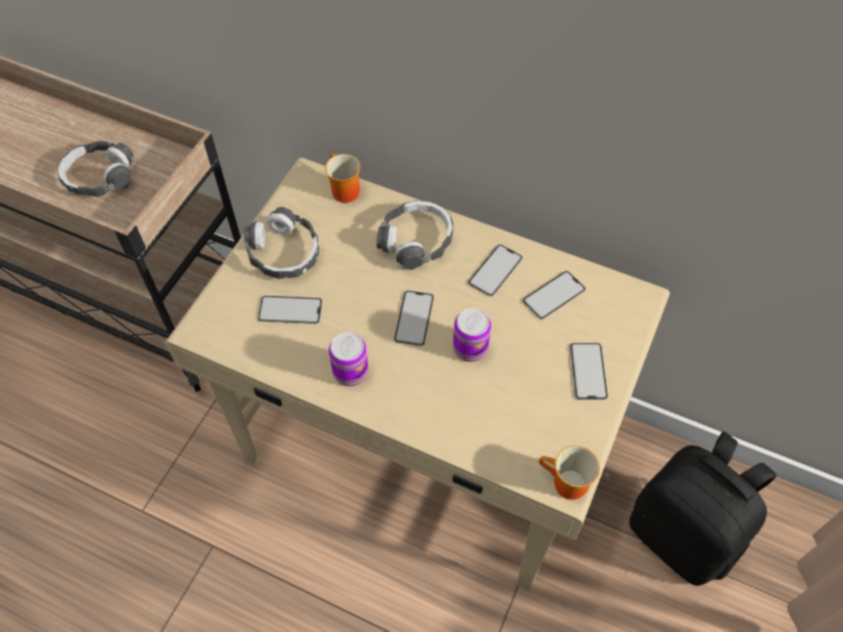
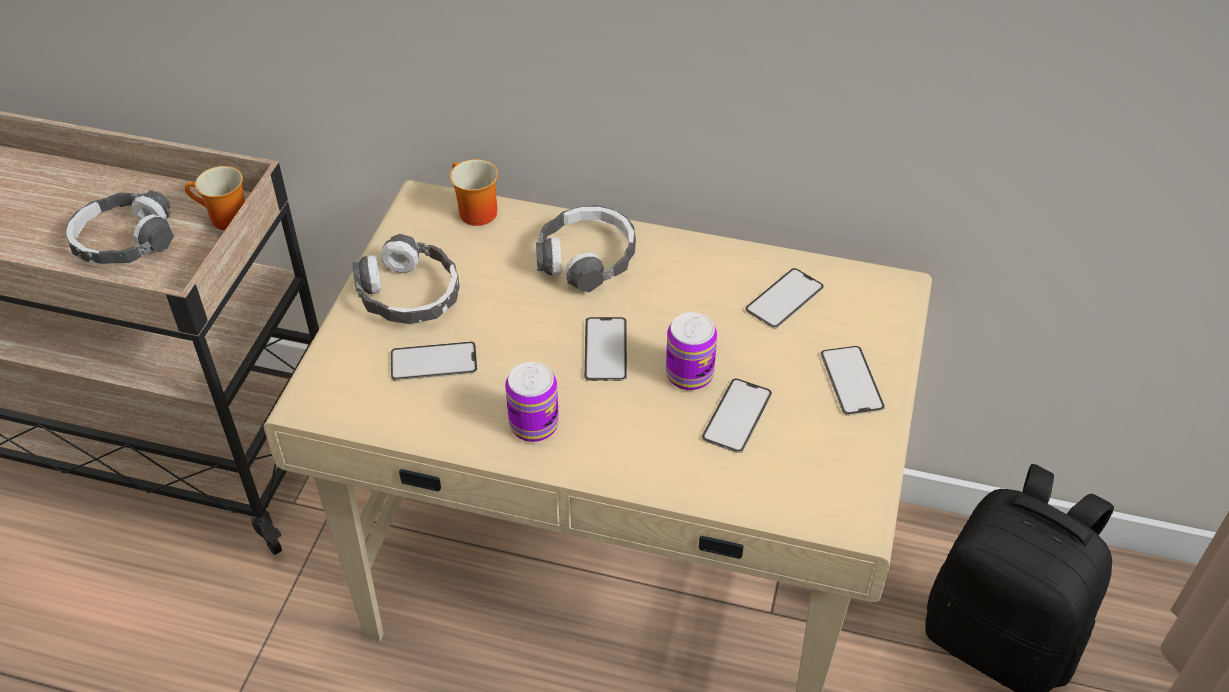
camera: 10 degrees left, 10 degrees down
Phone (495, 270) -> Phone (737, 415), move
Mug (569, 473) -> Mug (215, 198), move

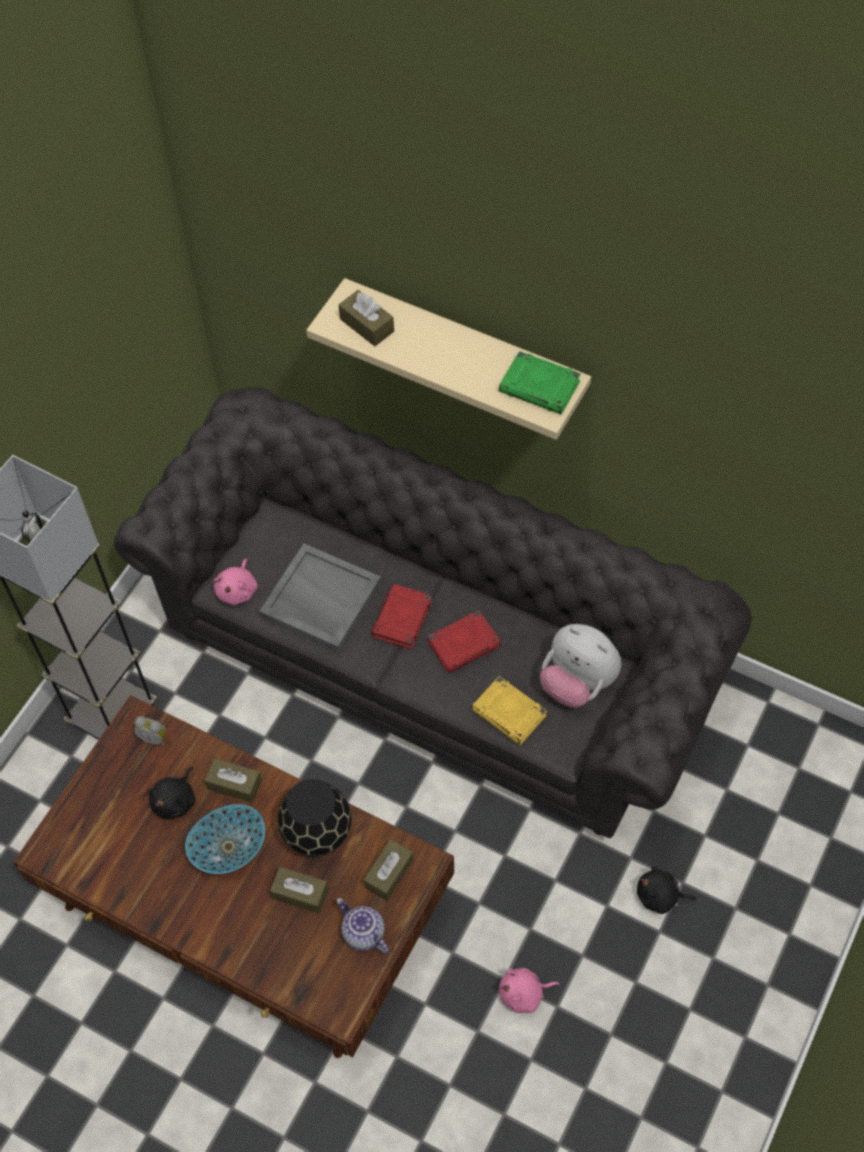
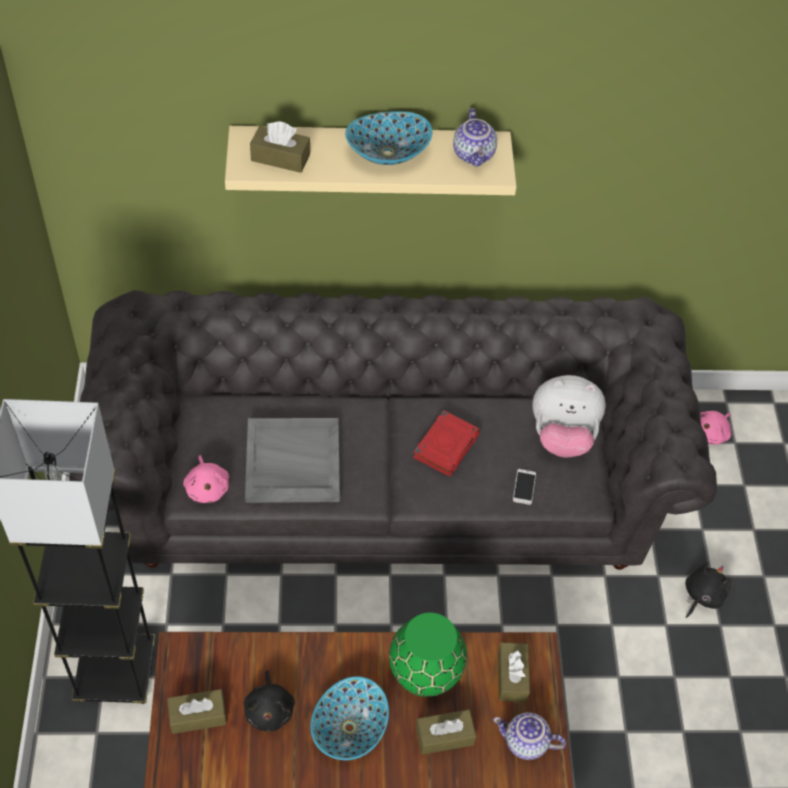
camera: 35 degrees left, 5 degrees down
AlarmClock (150, 731) -> none
BrownTissueBox (233, 780) -> BrownTissueBox (196, 711), move
BlackVase (314, 818) -> GreenVase (428, 655)
RedBook (401, 616) -> none
YellowBook (509, 710) -> Phone (524, 487)
GreenBook (540, 382) -> Teapot (475, 137)
PinkPlushToy (529, 990) -> PinkPlushToy (715, 428), move
BlackPlushToy (666, 890) -> BlackPlushToy (708, 590), 150 degrees clockwise
none -> Bowl (388, 138)

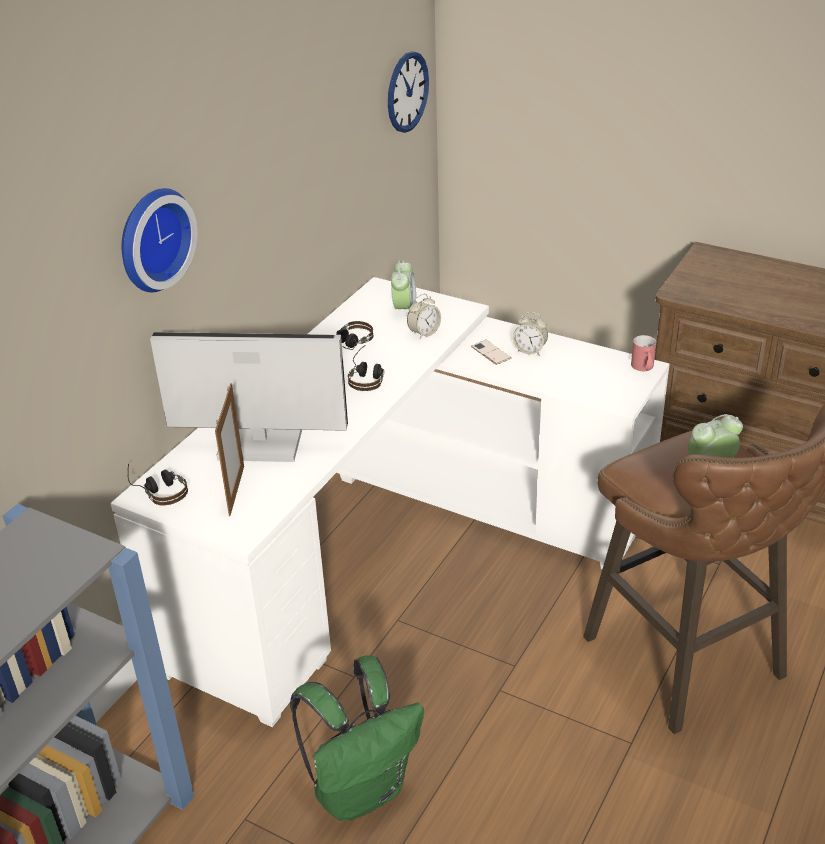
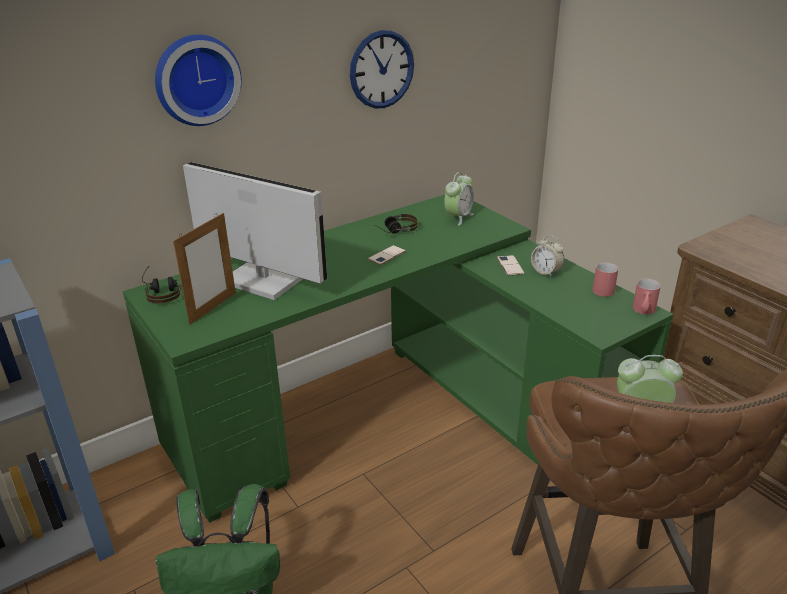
camera: 25 degrees right, 5 degrees down
WhiteDesk (390, 502) -> GreenDesk (398, 359)
Headphones (366, 368) -> Phone (387, 255)
WallClock (408, 92) -> WallClock (382, 69), move
AlarmClock (424, 316) -> none
none -> RedMug (605, 279)

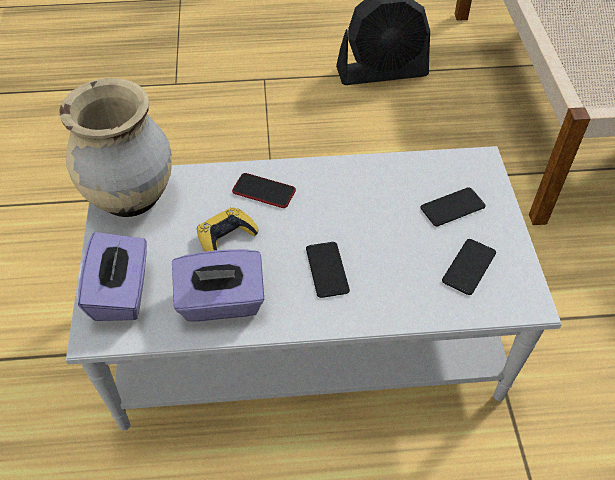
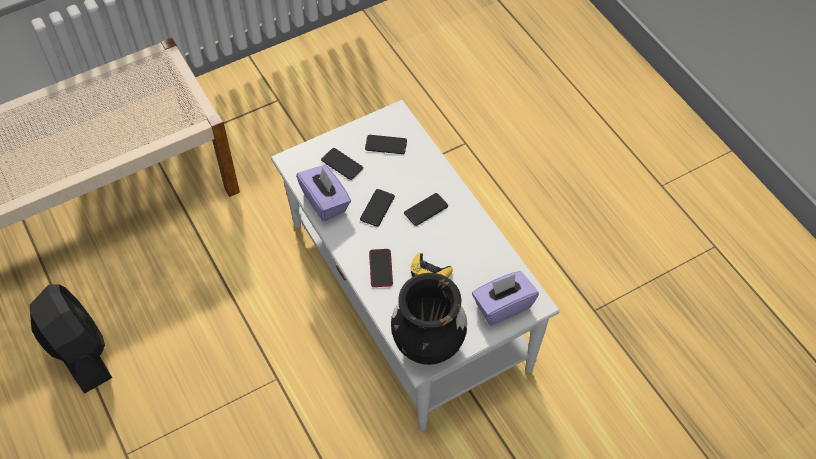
camera: 115 degrees left, 5 degrees up
BeigeVase (116, 147) -> BlackVase (429, 319)
PurpleTissueBox (218, 285) -> PurpleTissueBox (323, 193), move
none -> Phone (377, 208)

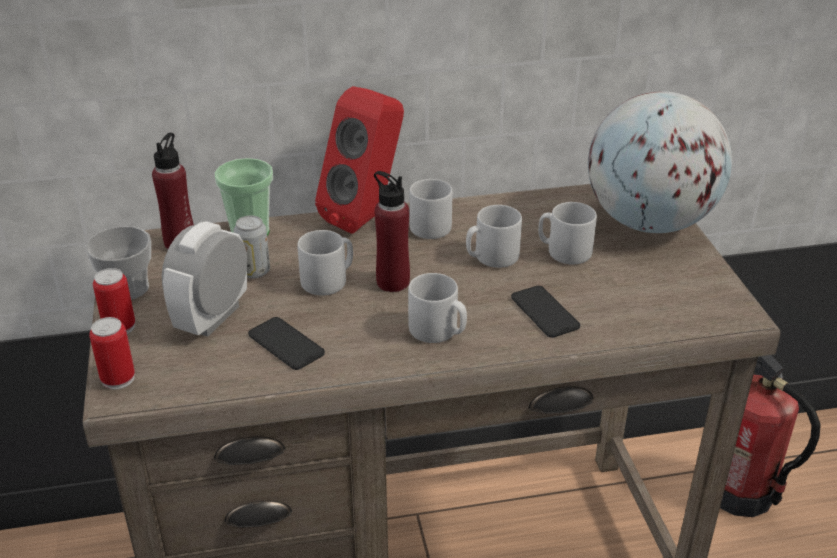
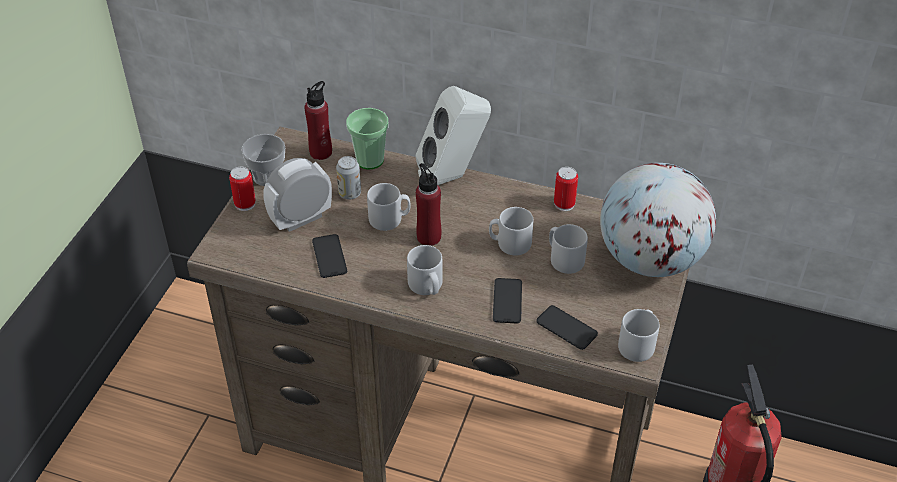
camera: 30 degrees right, 10 degrees up
Can (112, 353) -> Can (566, 189), move
RedSpeaker (359, 160) -> WhiteSpeaker (453, 135)
GreyMug (431, 209) -> GreyMug (639, 335), move
none -> Phone (567, 327)

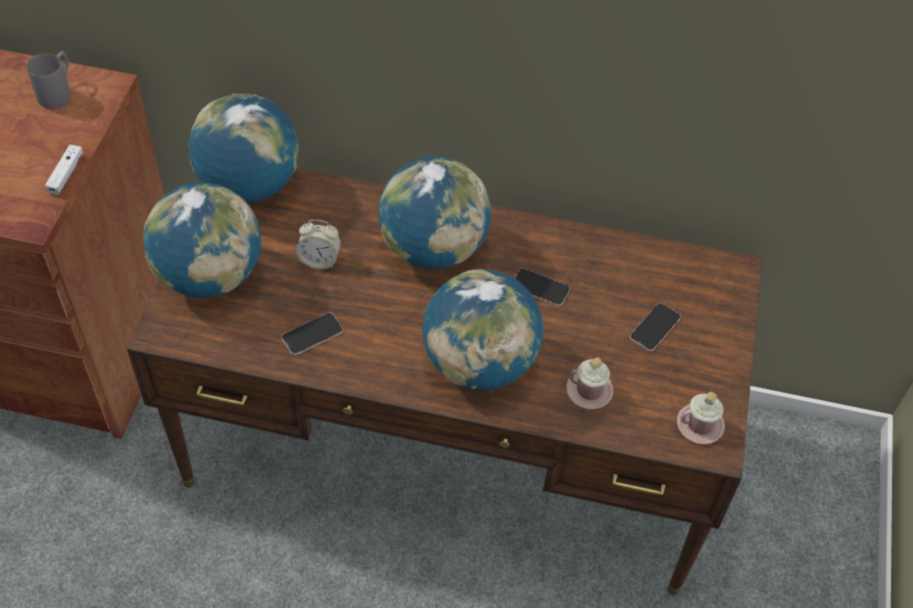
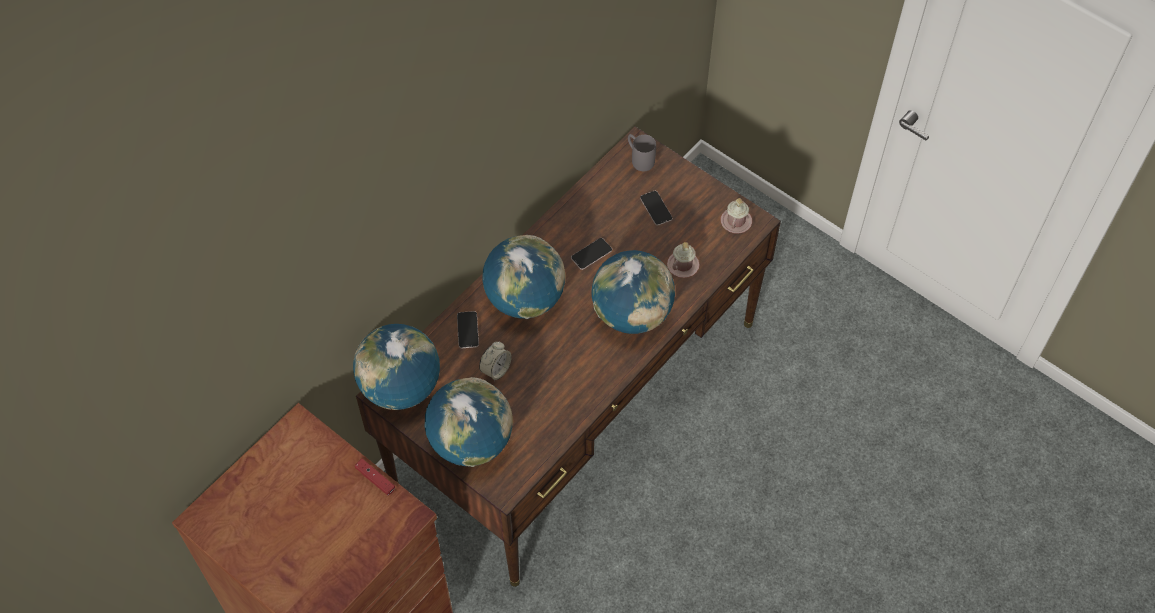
camera: 60 degrees left, 5 degrees up
GreyMug (49, 80) -> GreyMug (642, 152), move
WhiteGameController (64, 170) -> RedGameController (375, 477)
Phone (312, 334) -> Phone (468, 329), move

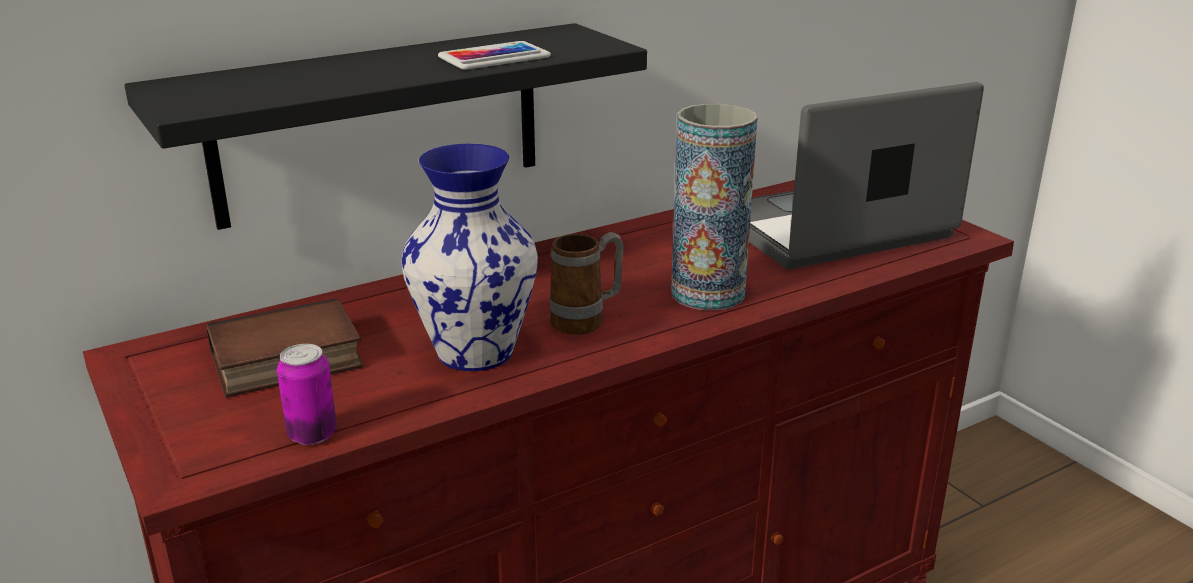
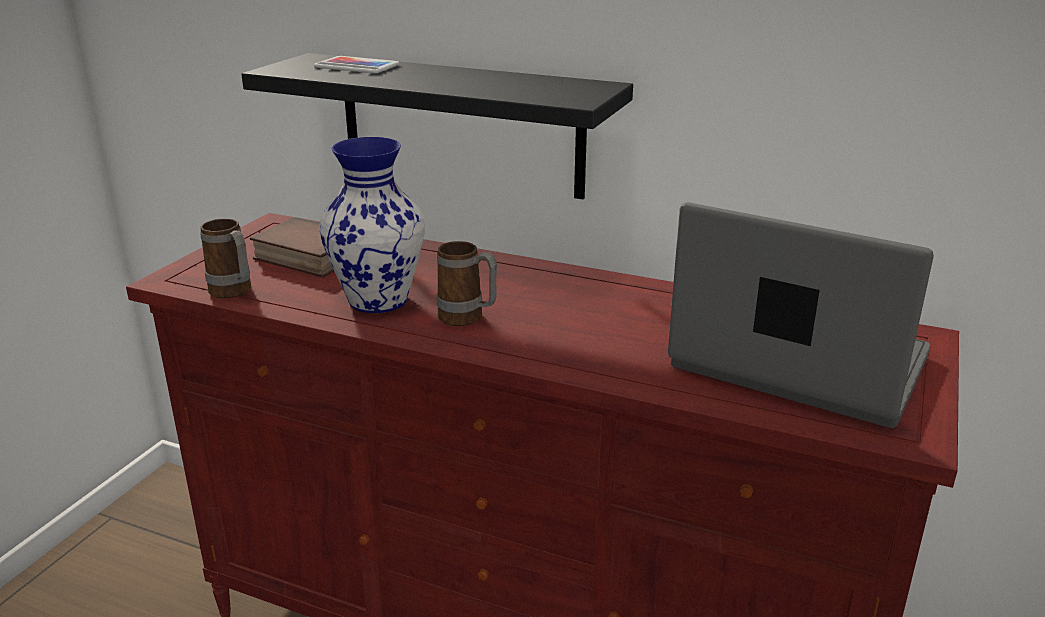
camera: 55 degrees right, 0 degrees up
Can (307, 394) -> Mug (225, 258)
Phone (494, 55) -> Phone (357, 64), move
Vase (714, 207) -> none

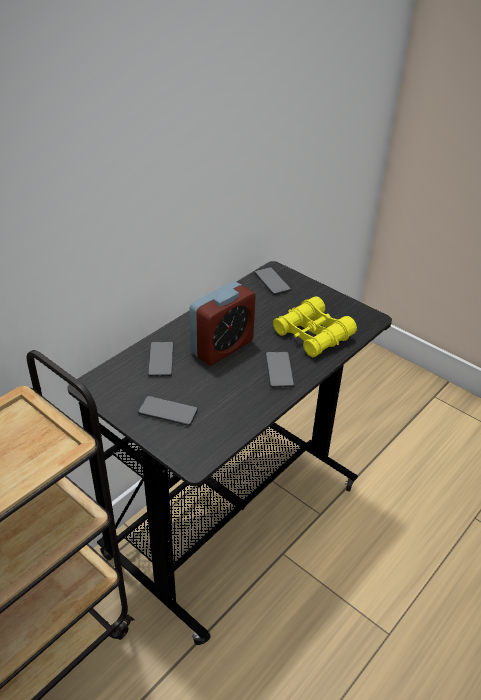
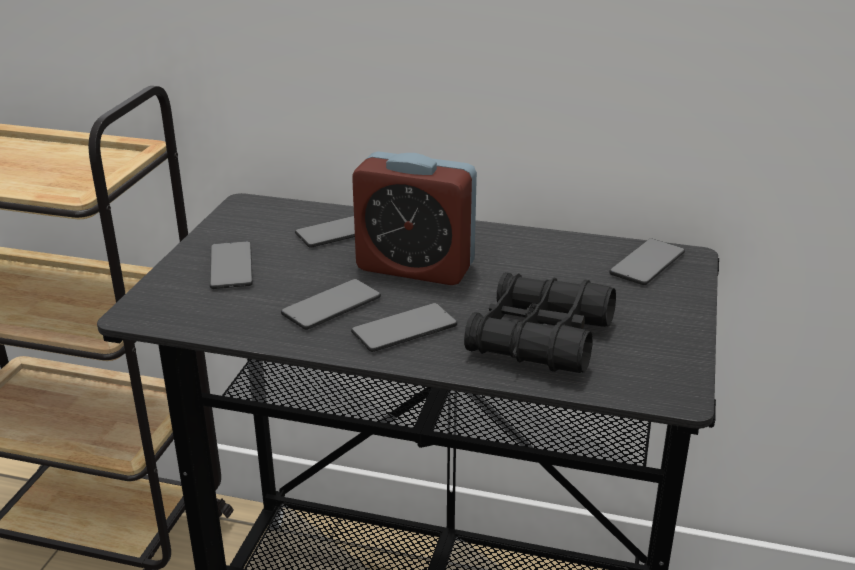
camera: 65 degrees right, 10 degrees down
YellowBinoculars (315, 326) -> BlackBinoculars (540, 322)
none -> Phone (331, 304)

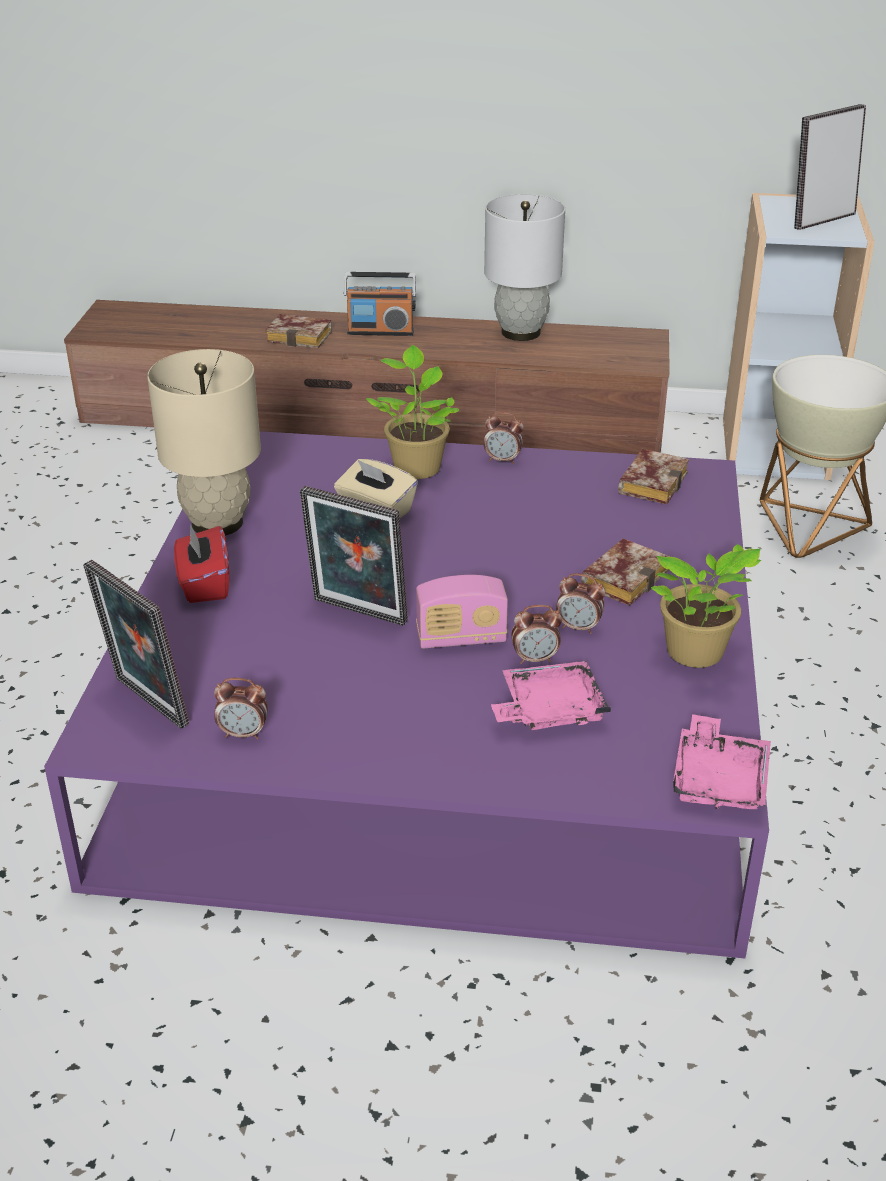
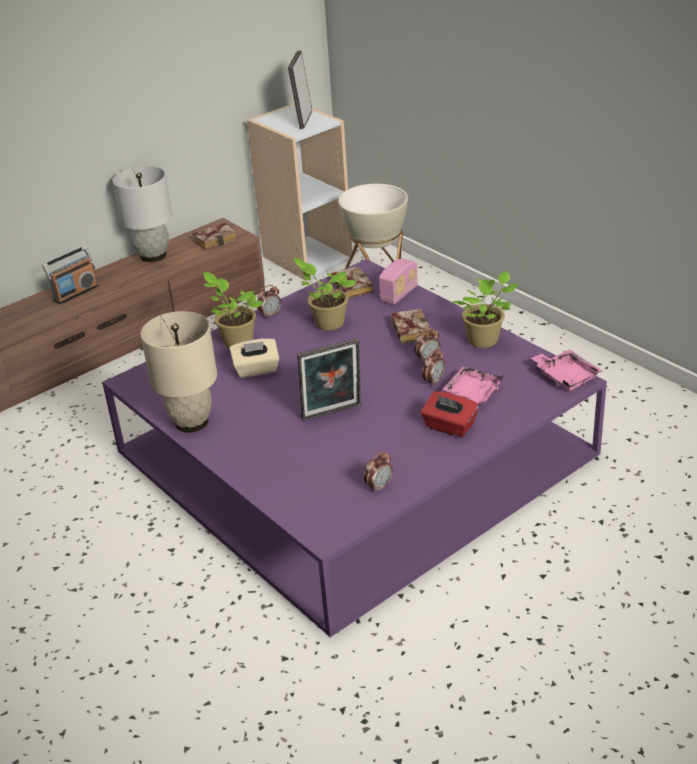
camera: 45 degrees left, 0 degrees up
PictureFrame (136, 644) -> none
RedTissueBox (201, 563) -> RedTissueBox (450, 414), move
Book (298, 331) -> Book (214, 236), move
Radio (462, 612) -> Radio (398, 281), move
none -> PottedPlant (325, 294)

